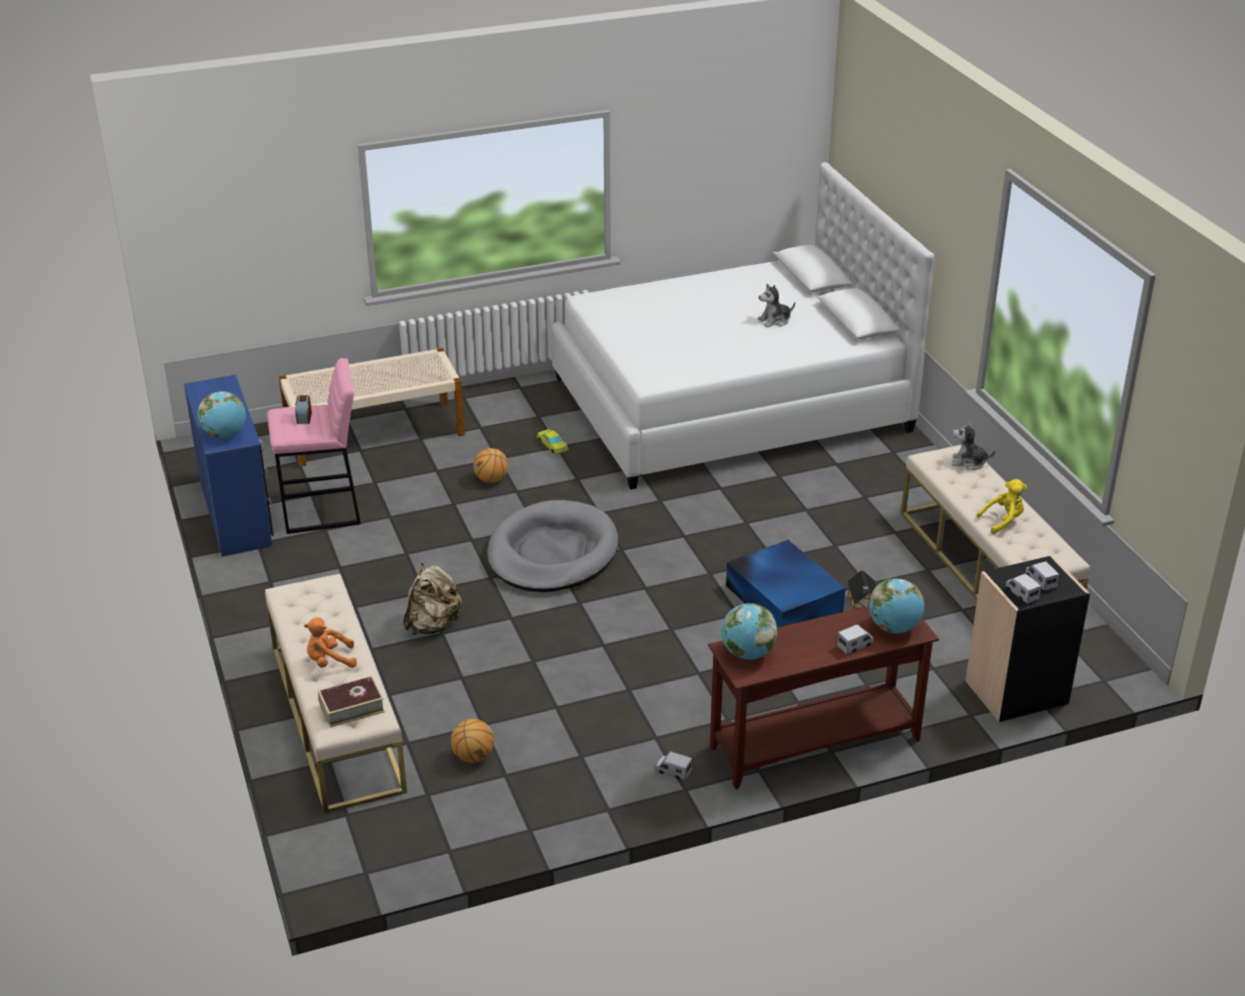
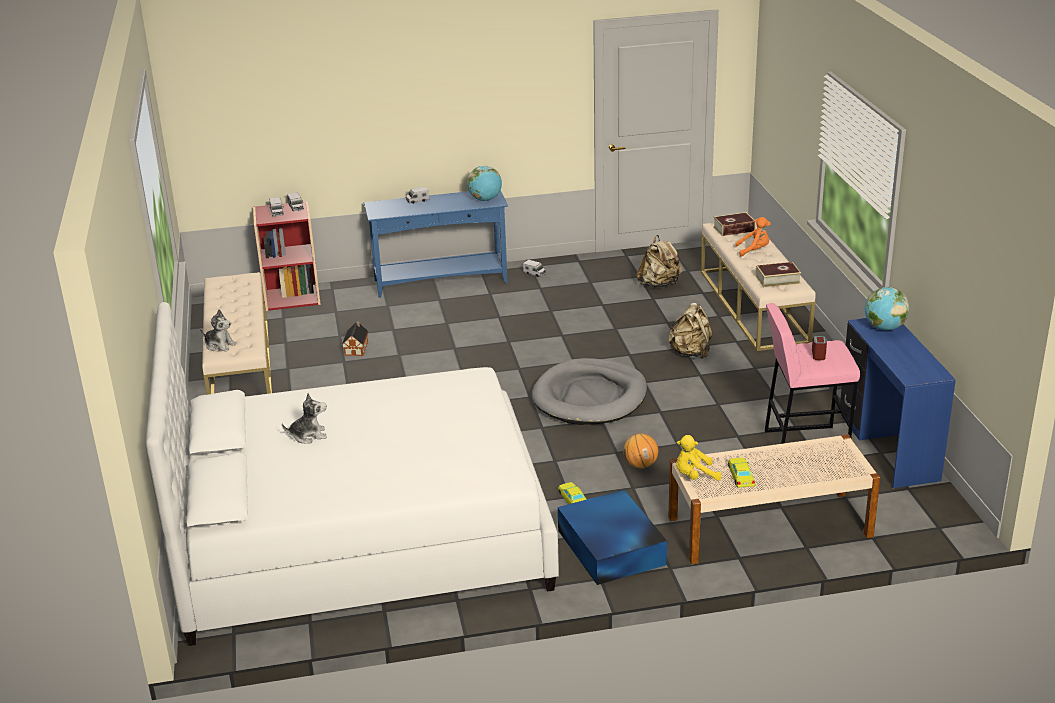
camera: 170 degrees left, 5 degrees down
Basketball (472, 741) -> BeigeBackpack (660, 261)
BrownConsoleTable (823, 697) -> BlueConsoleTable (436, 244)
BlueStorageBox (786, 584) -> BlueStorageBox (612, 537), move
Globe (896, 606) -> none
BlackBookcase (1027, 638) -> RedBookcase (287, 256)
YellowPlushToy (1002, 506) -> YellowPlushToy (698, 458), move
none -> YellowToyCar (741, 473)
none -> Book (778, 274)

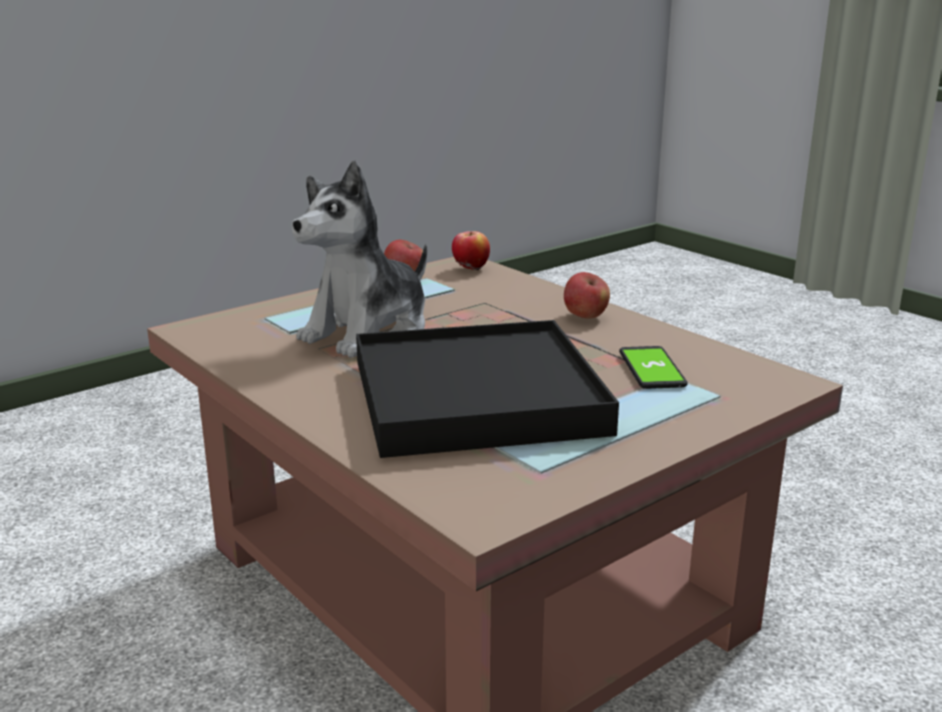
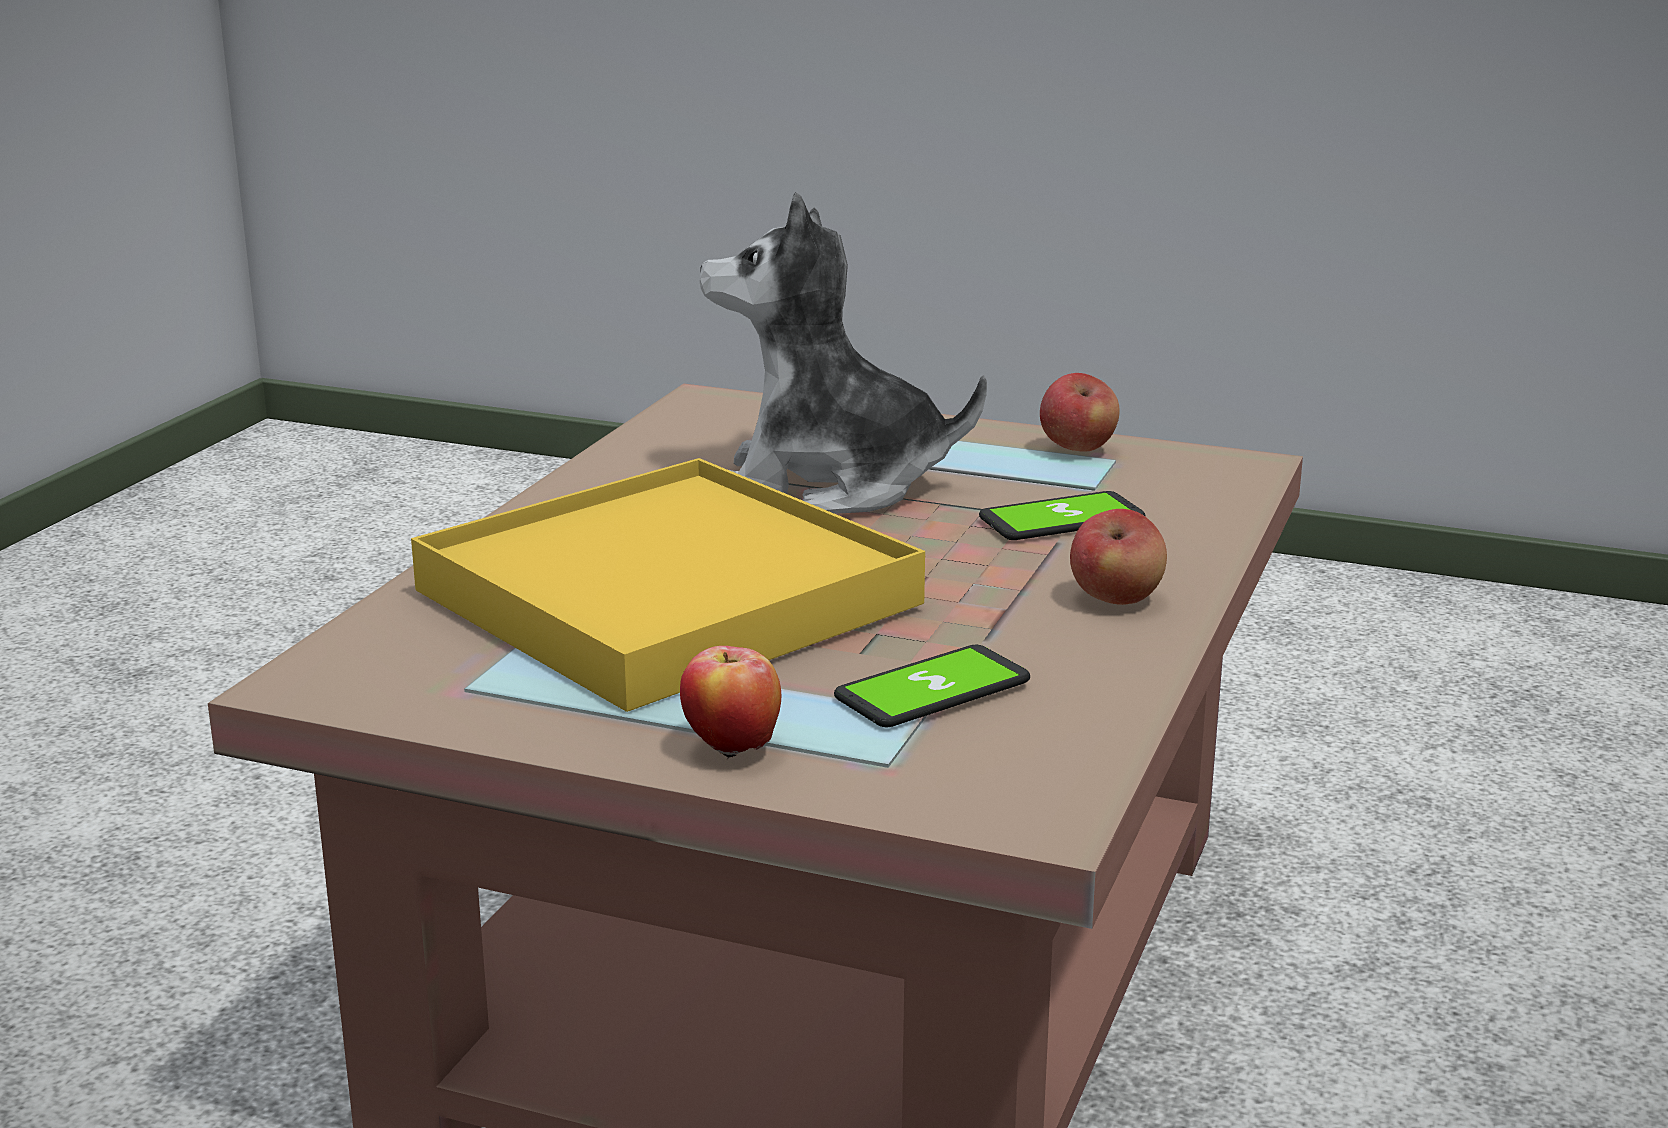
camera: 60 degrees right, 0 degrees up
BlackTray (487, 389) -> YellowTray (668, 585)
Apple (471, 250) -> Apple (730, 702), move
none -> Phone (1062, 515)

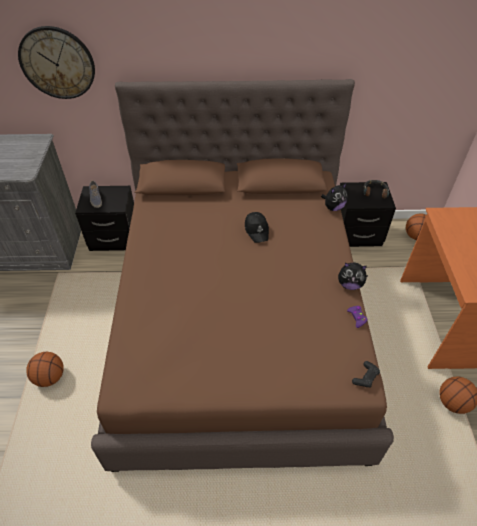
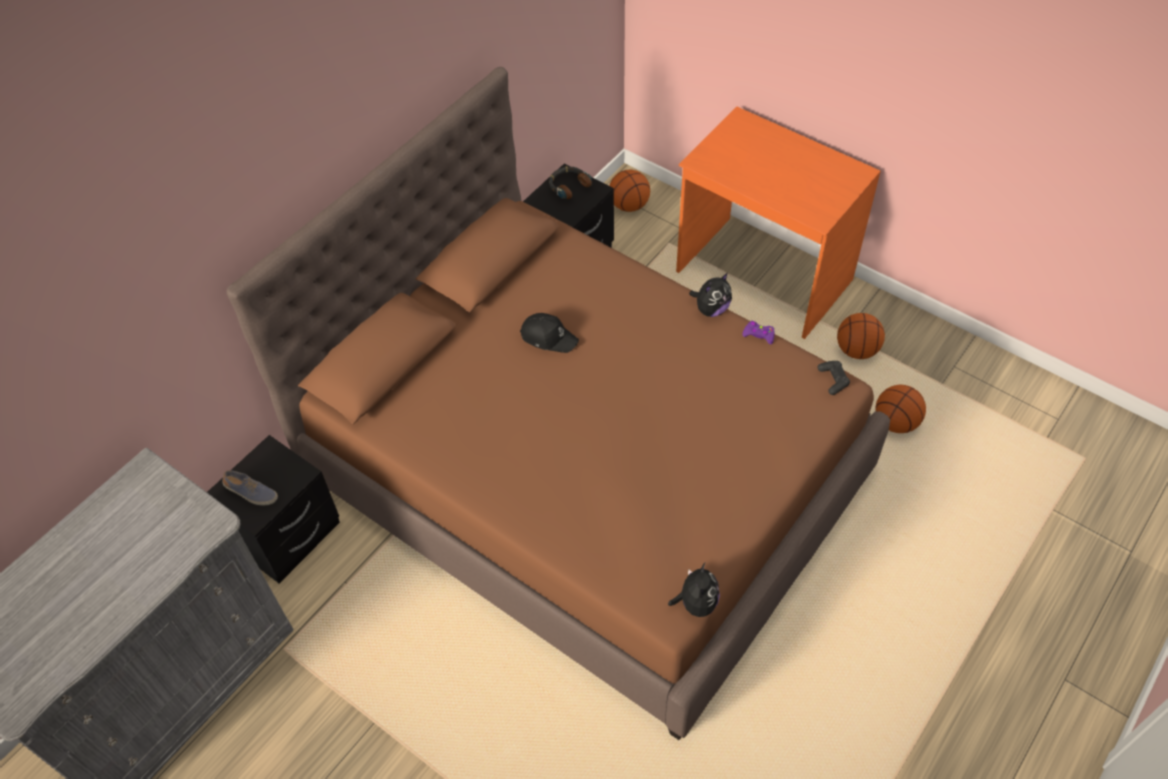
camera: 50 degrees left, 5 degrees up
WallClock (56, 62) -> none
Basketball (45, 369) -> Basketball (900, 409), move
PlushToy (334, 197) -> PlushToy (694, 590), move

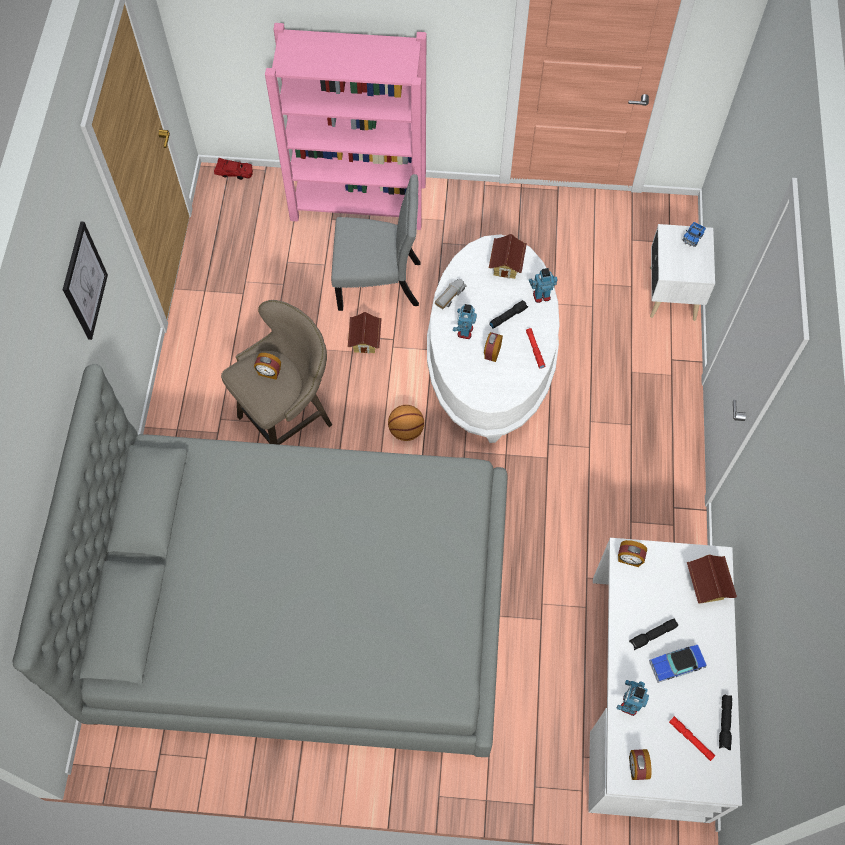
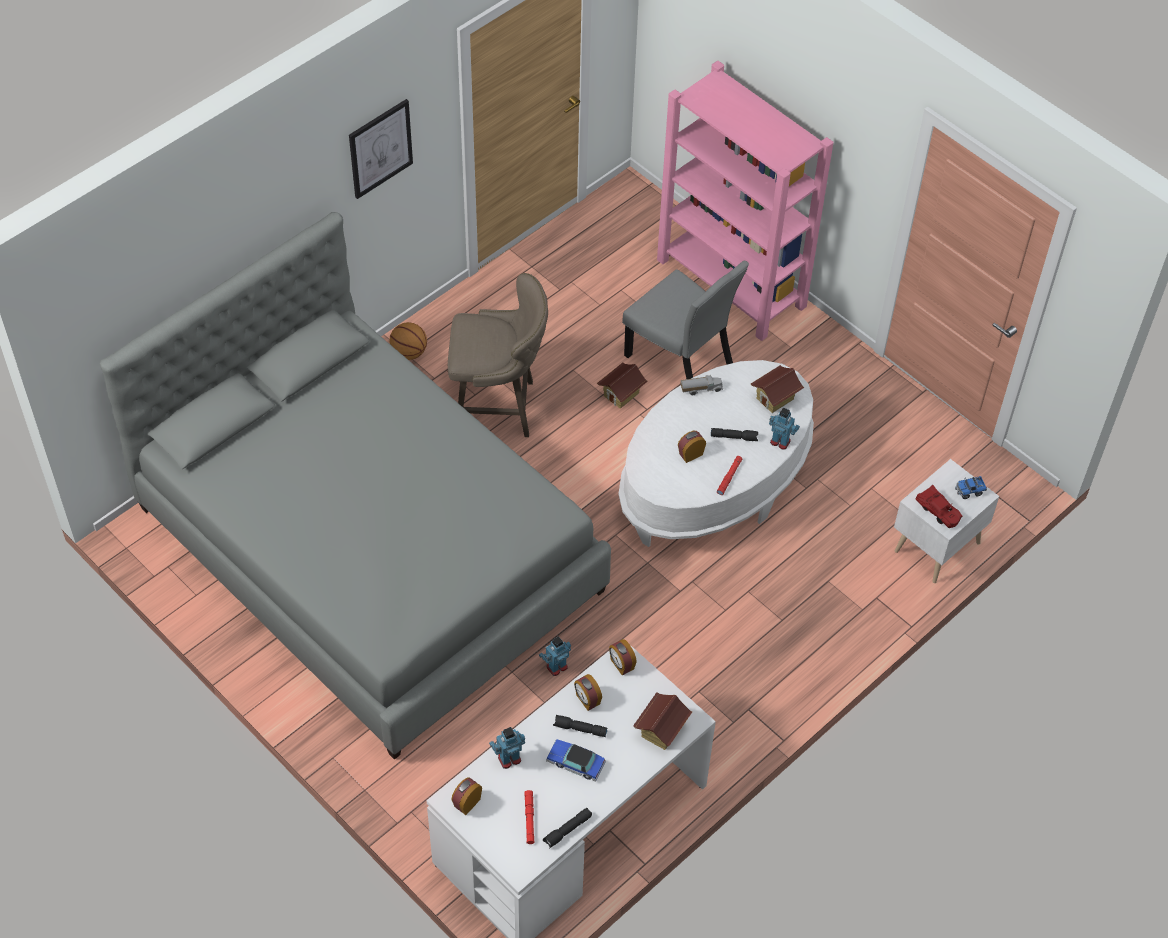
camera: 40 degrees right, 10 degrees down
RedToyCar (233, 169) -> RedToyCar (939, 506), move
AlarmClock (267, 366) -> AlarmClock (588, 692), move
Basketball (406, 423) -> Basketball (408, 341), move
ToyRobot (465, 321) -> ToyRobot (555, 656), move

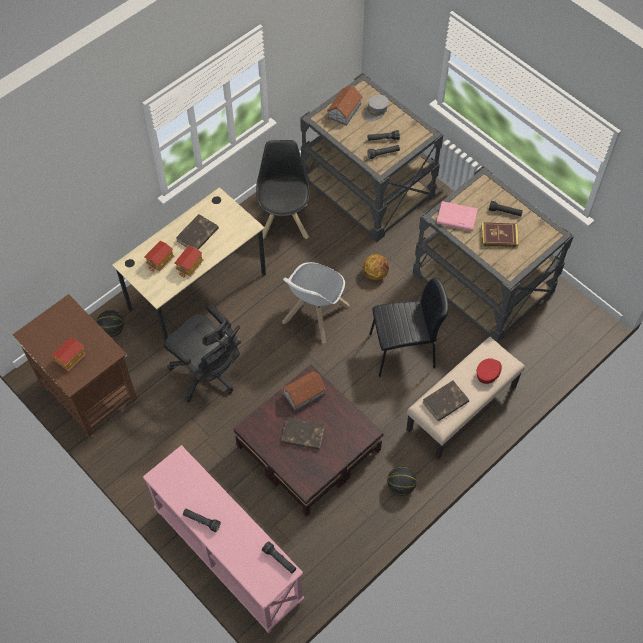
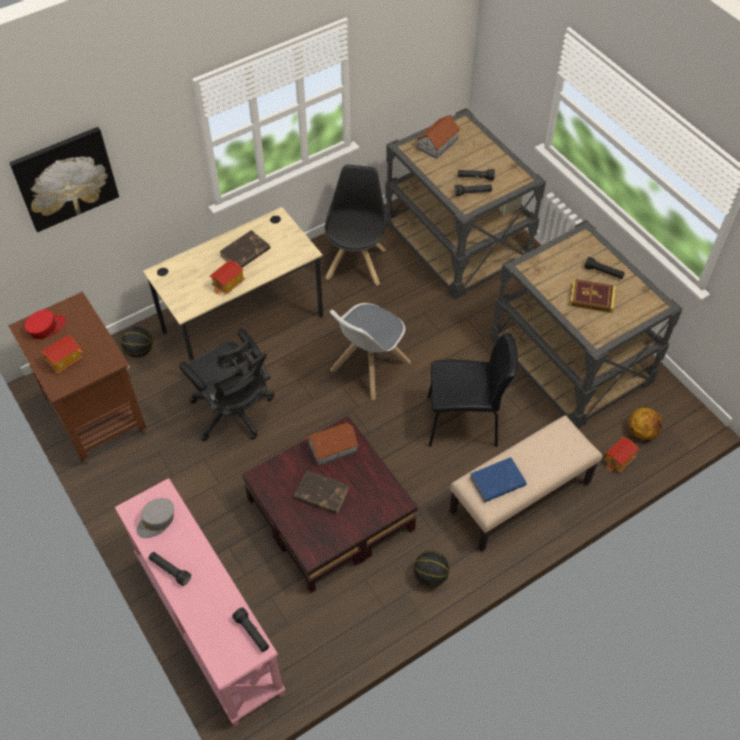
camera: 10 degrees right, 5 degrees down
ToyHouse (159, 256) -> ToyHouse (621, 454), move
Basketball (376, 267) -> Basketball (645, 424), move
GreyCap (377, 108) -> GreyCap (155, 518), move
BrownBook (445, 401) -> BlueBook (498, 479)
PinkBook (457, 216) -> none
RedCap (489, 371) -> RedCap (45, 324), move
none -> Picture (64, 179)

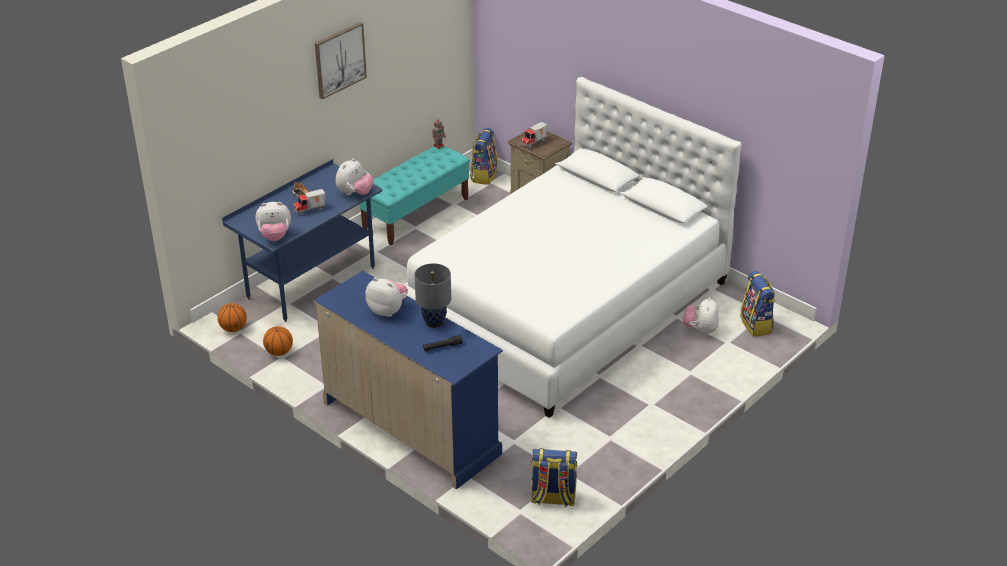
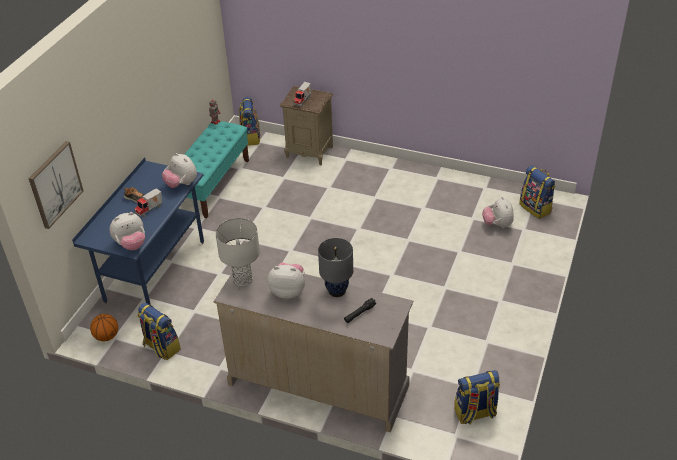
camera: 20 degrees left, 5 degrees up
Basketball (278, 341) -> Backpack (159, 331)
BlueDresser (408, 380) -> GreyDresser (313, 346)
Picture (341, 60) -> Picture (56, 185), move
PlushToy (355, 176) -> PlushToy (179, 170), 120 degrees clockwise
WhiteBed (570, 247) -> none
none -> WhiteTableLamp (238, 252)

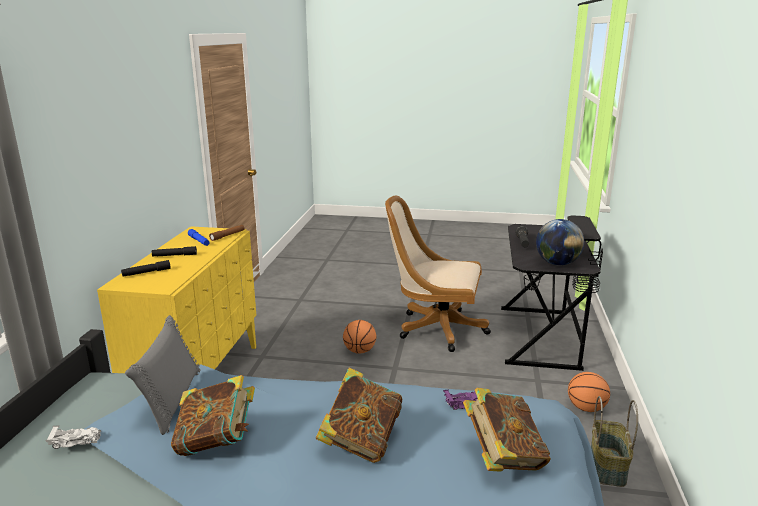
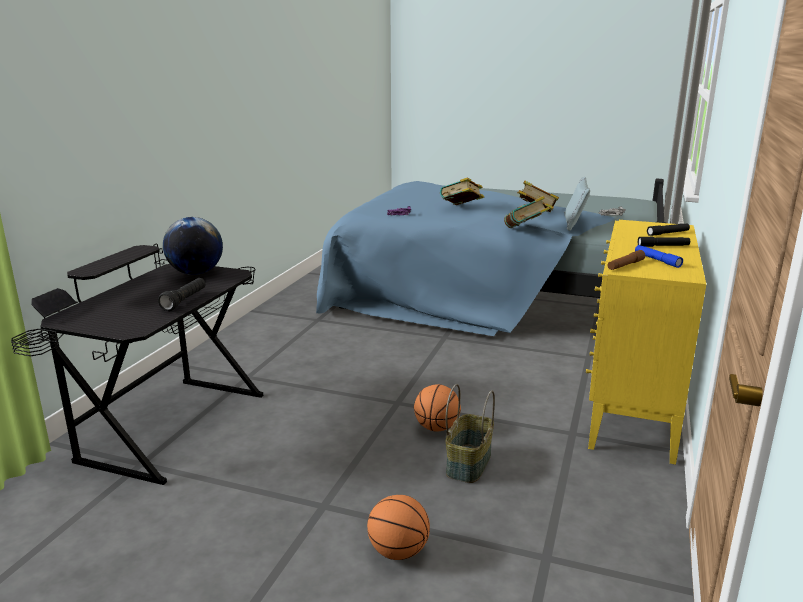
camera: 170 degrees left, 0 degrees up
GreyPillow (162, 375) -> BluePillow (577, 204)
OfficeChair (438, 274) -> none
Book (507, 430) -> Book (527, 212), move
Basketball (589, 392) -> Basketball (398, 527), move
Basket (614, 441) -> Basket (470, 433), move

